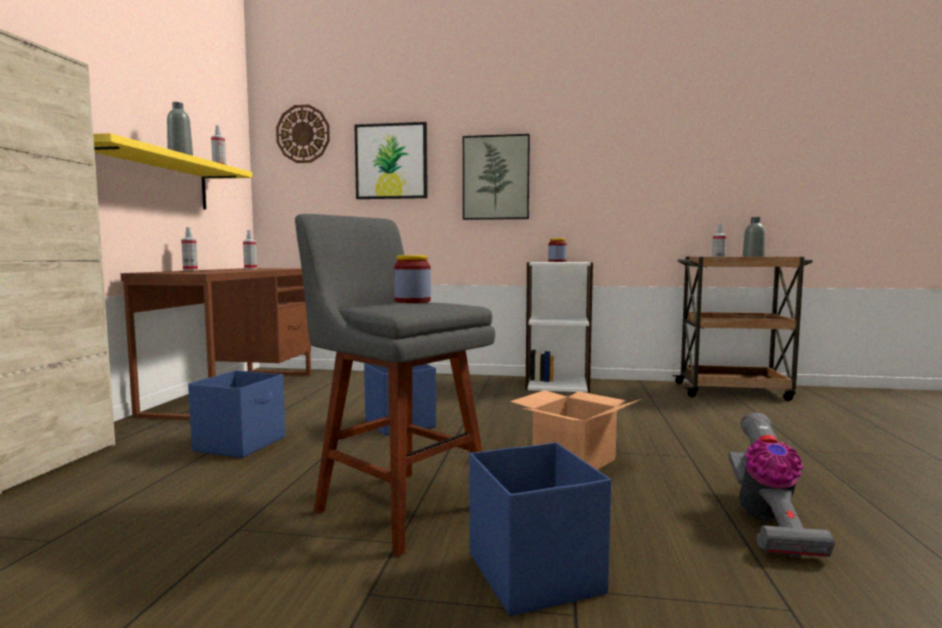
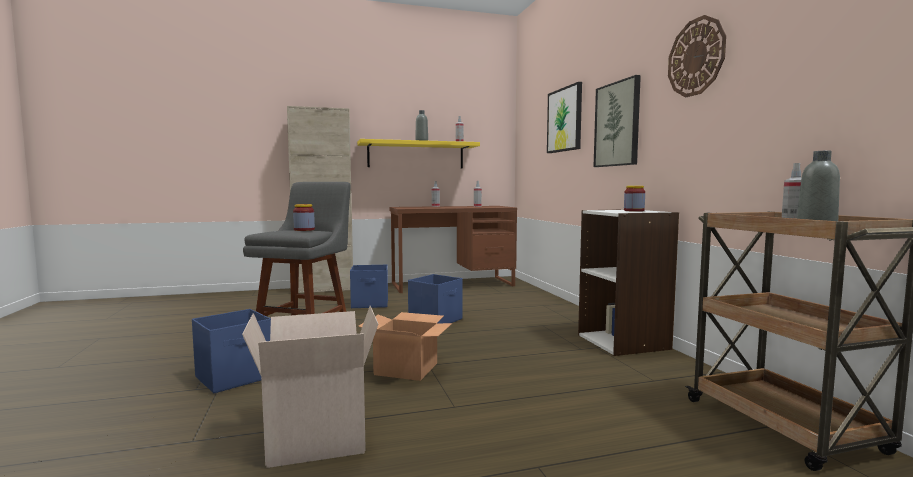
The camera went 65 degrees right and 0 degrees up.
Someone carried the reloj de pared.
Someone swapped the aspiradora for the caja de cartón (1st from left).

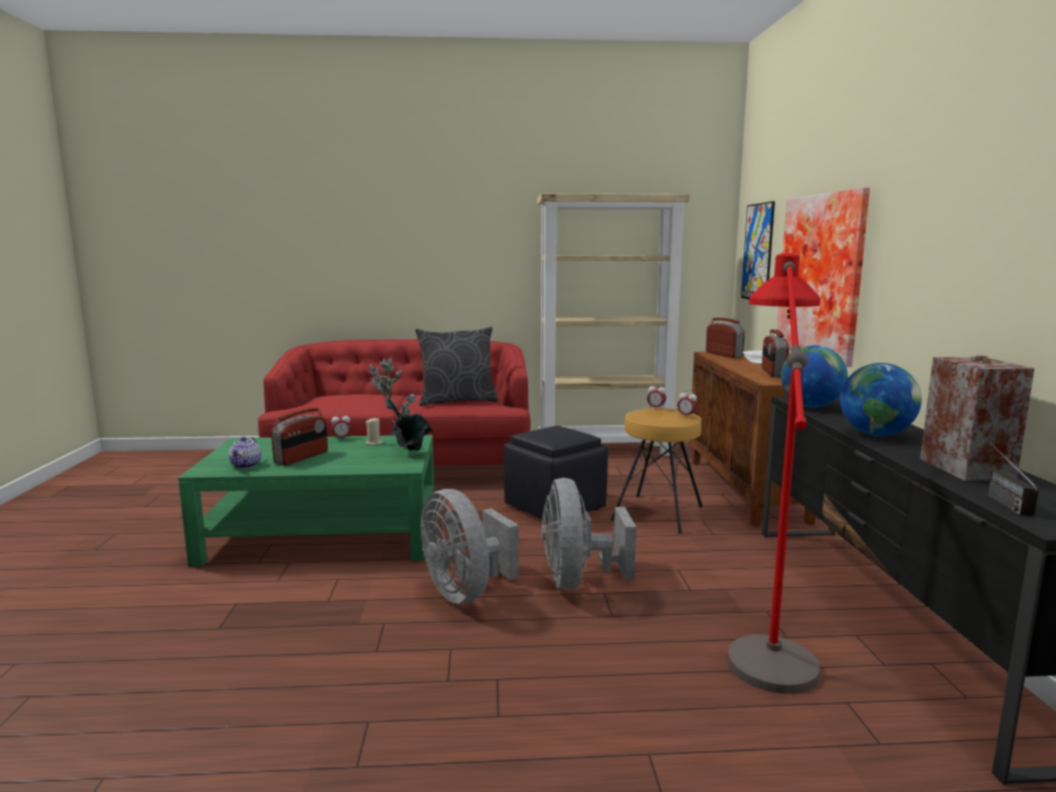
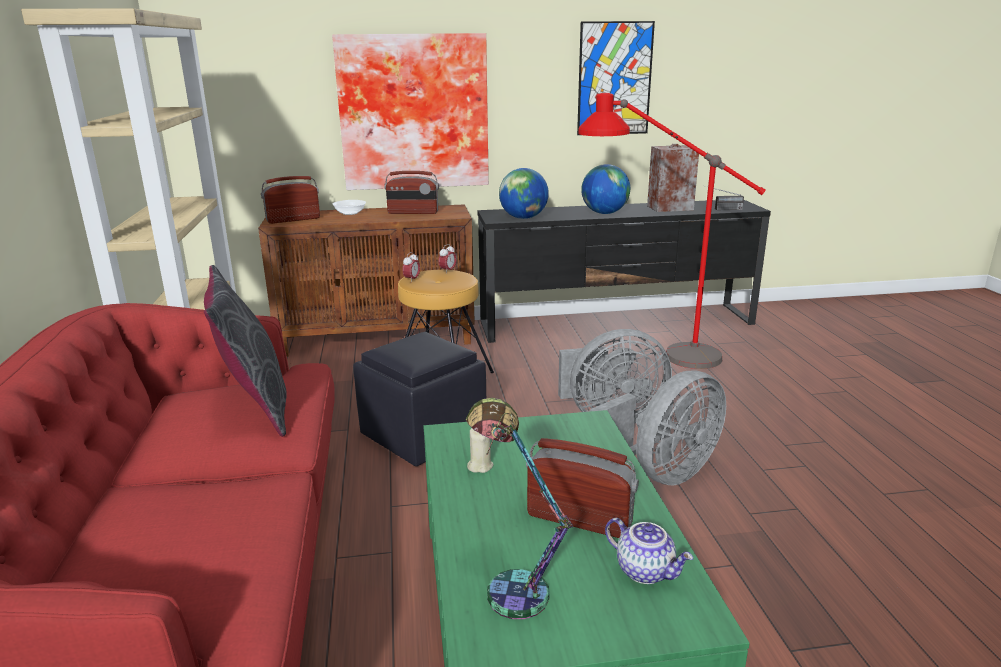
The camera went 95 degrees left and 10 degrees up.
Someone rotated the tetera by 45 degrees clockwise.
Someone took away the despertador (1st from left).
Someone took away the planta en maceta.
Someone carried the cuadro (1st from left in the first image).
Someone put down the lámpara de mesa.

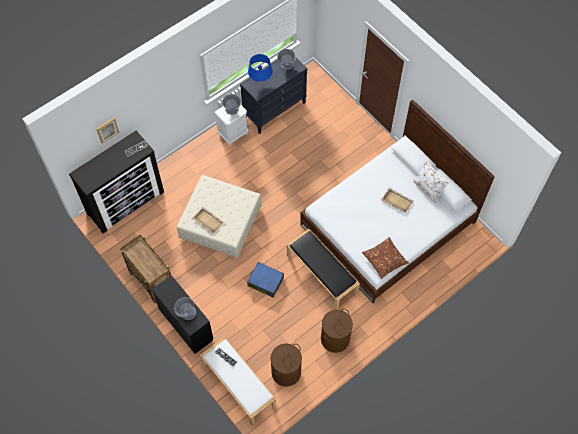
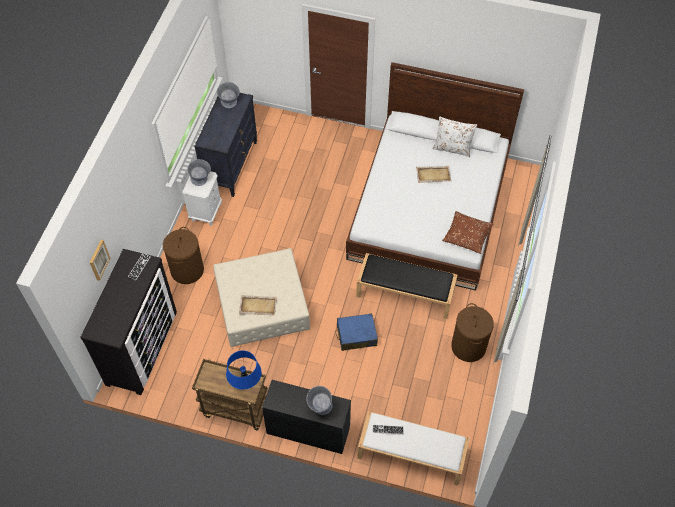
The camera went 35 degrees left and 5 degrees down.
Someone carried the lámpara de mesa [azul].
Someone carried the cesto de la ropa [marrón] (1st from left).

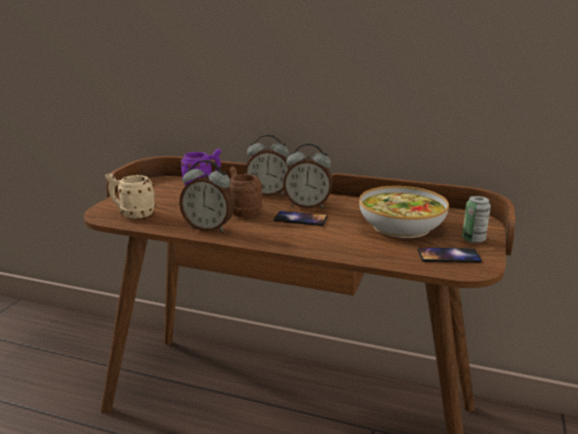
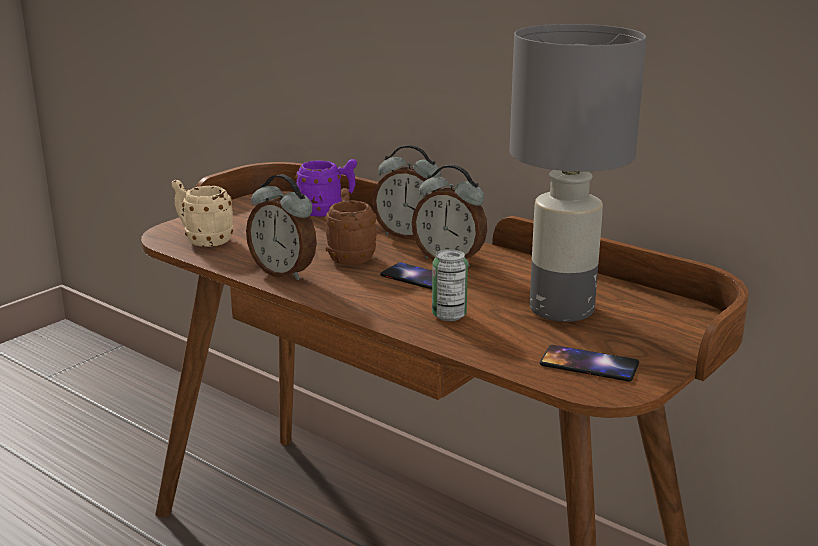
The camera went 20 degrees right and 0 degrees up.
Someone swapped the cuenco for the lámpara de mesa [gris].
Someone carried the lata.

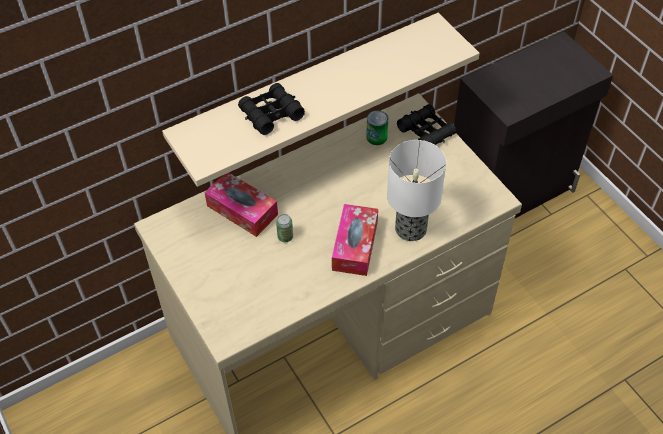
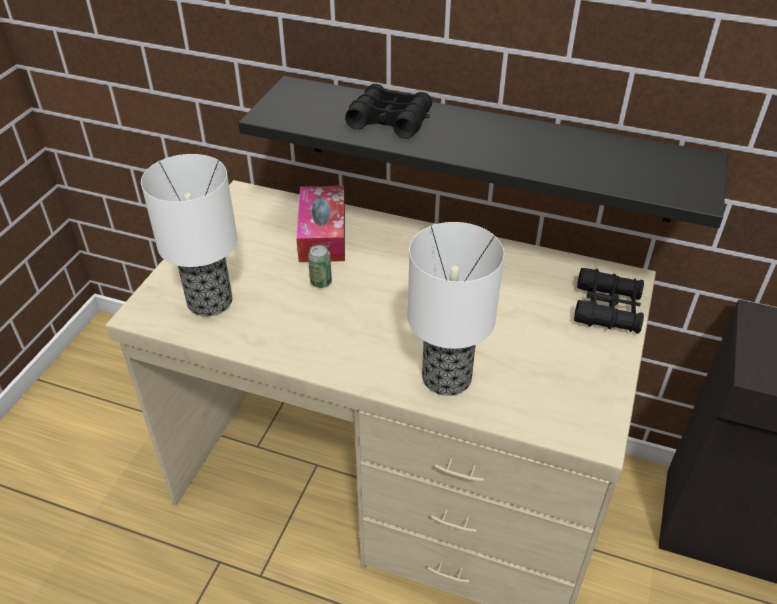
The camera went 50 degrees right and 10 degrees down.
Someone repainted the estante [beis], which became the estante [negro].
Someone took away the caja de pañuelos (2nd from left).
Someone took away the lata (2nd from left).
Someone put down the lámpara de mesa (1st from left).

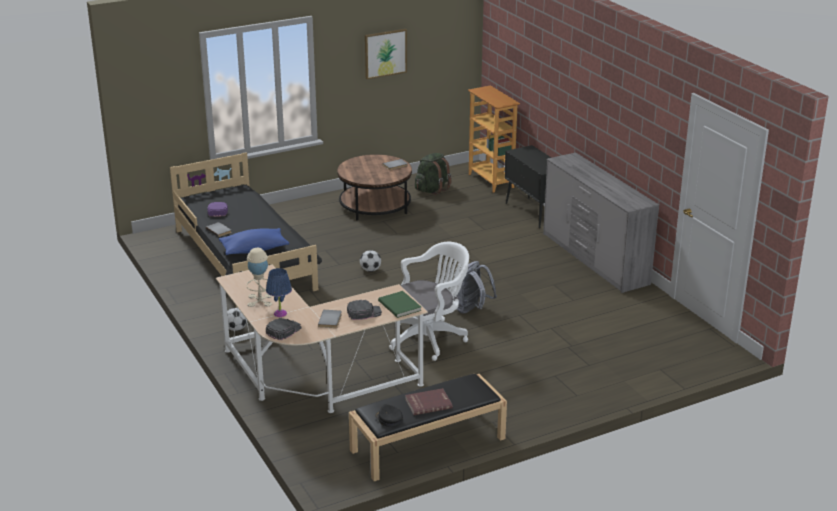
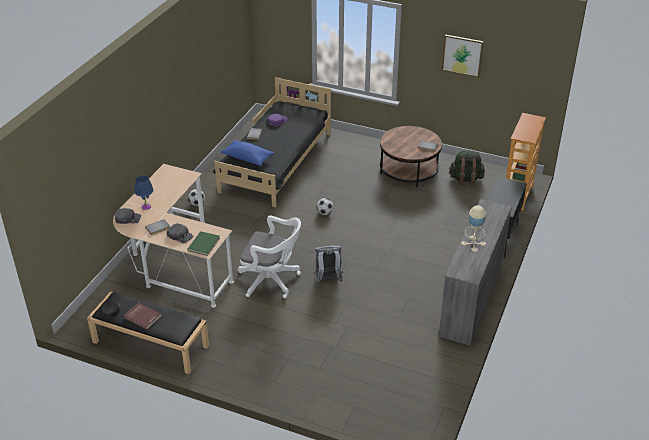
The camera went 50 degrees right and 10 degrees up.
Someone carried the lámpara de mesa [beis].

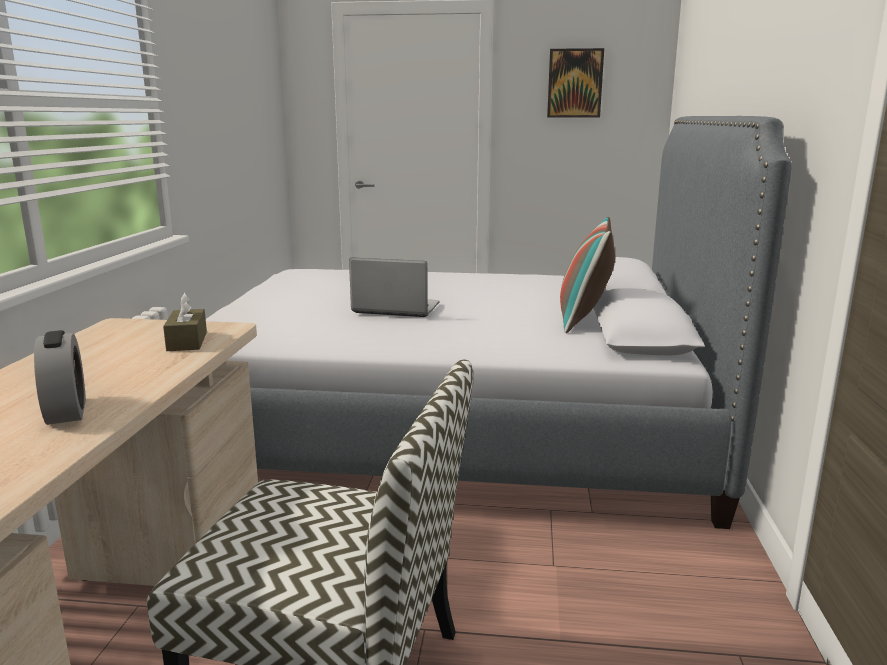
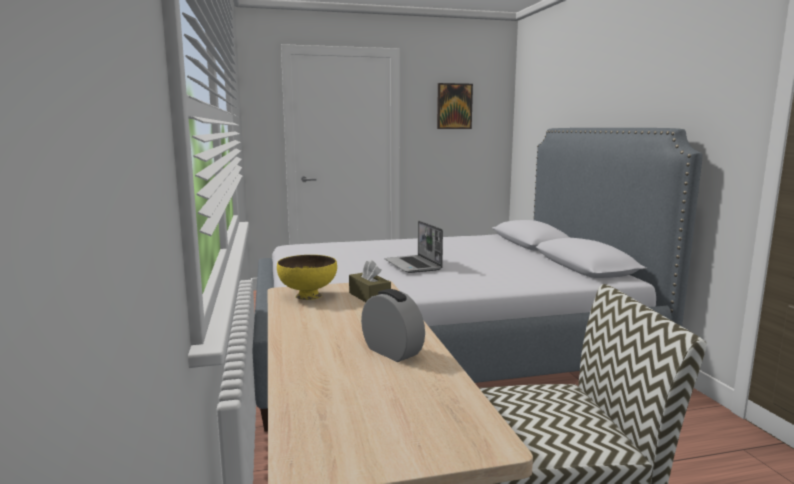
The camera went 20 degrees left and 5 degrees down.
Someone rotated the portátil by 105 degrees counterclockwise.
Someone took away the cojín.
Someone put down the cuenco [amarillo].

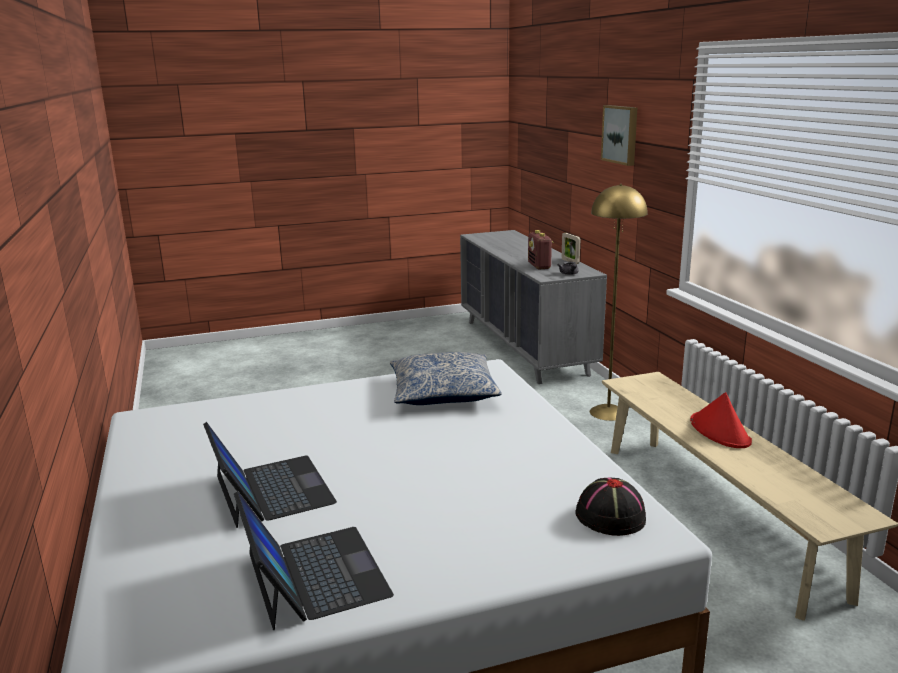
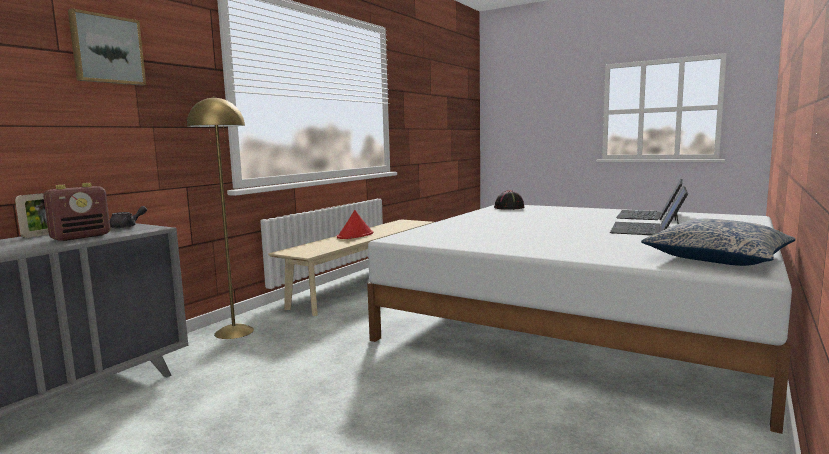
The camera went 130 degrees left and 10 degrees down.
Someone carried the cojín.

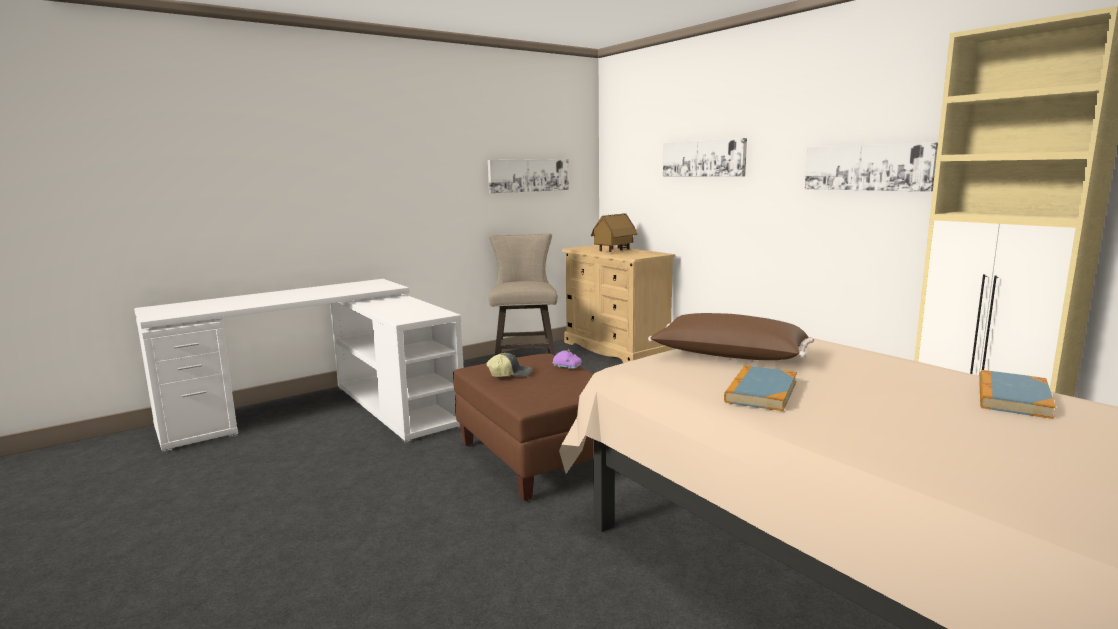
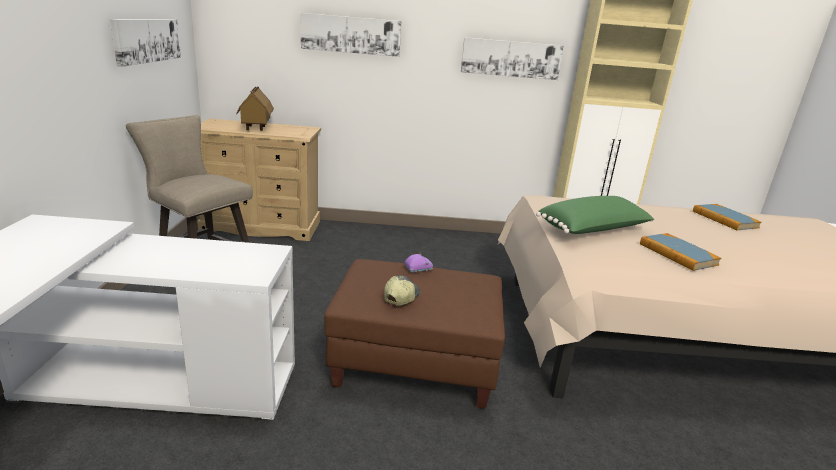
The camera went 55 degrees left and 10 degrees up.
Someone repainted the cojín [marrón], which became the cojín [verde].

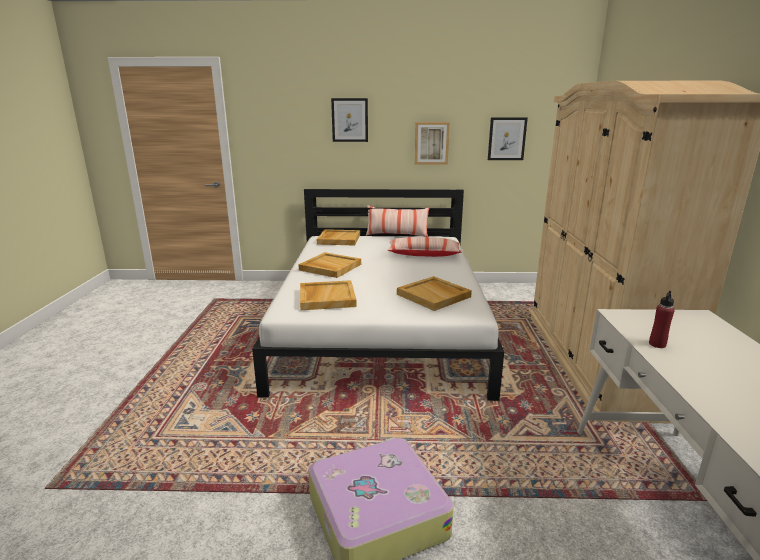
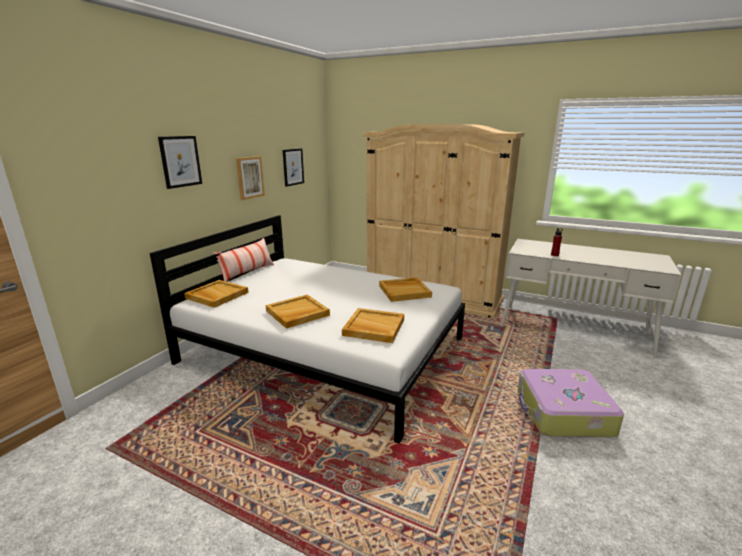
The camera went 65 degrees left and 0 degrees up.
Someone took away the cojín (2nd from left).

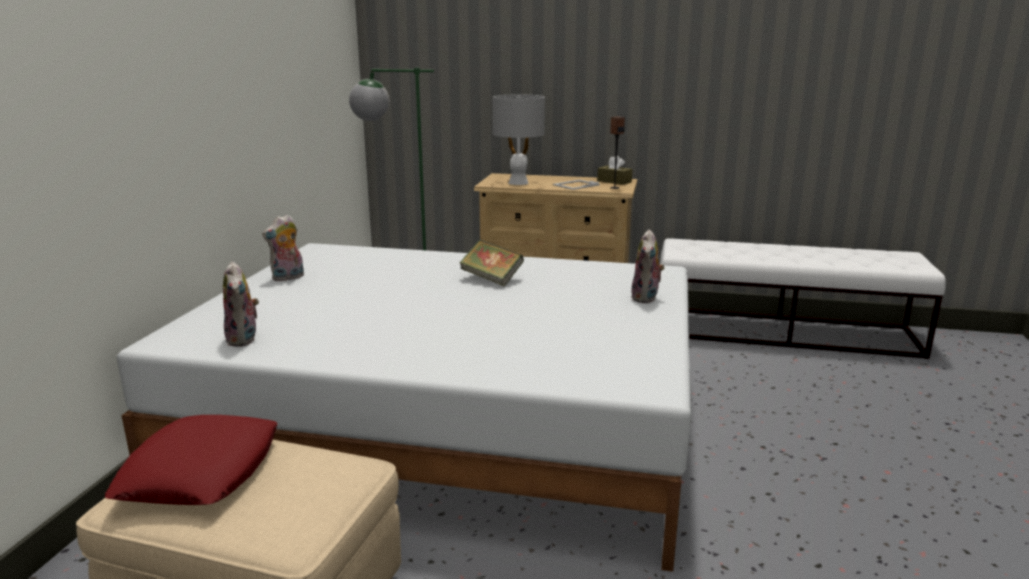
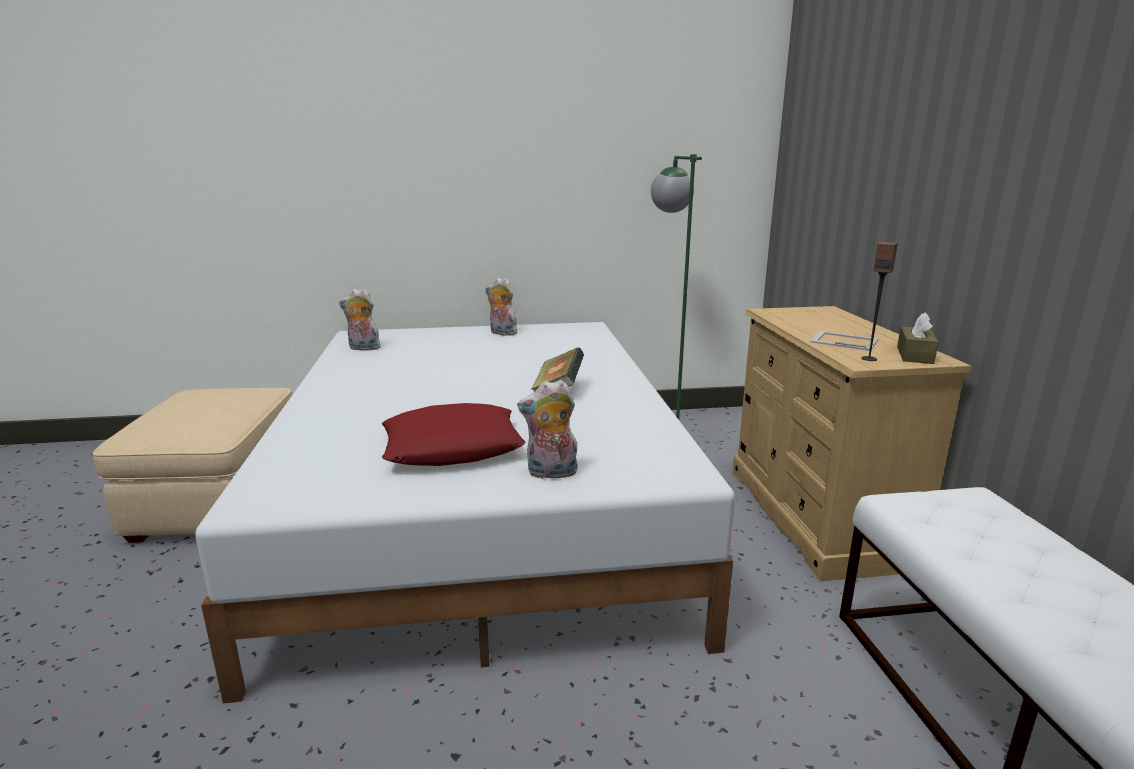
The camera went 70 degrees right and 0 degrees up.
Someone carried the cojín [rojo].
Someone rotated the peluche (1st from left) by 45 degrees clockwise.
Someone took away the lámpara de mesa [gris].

